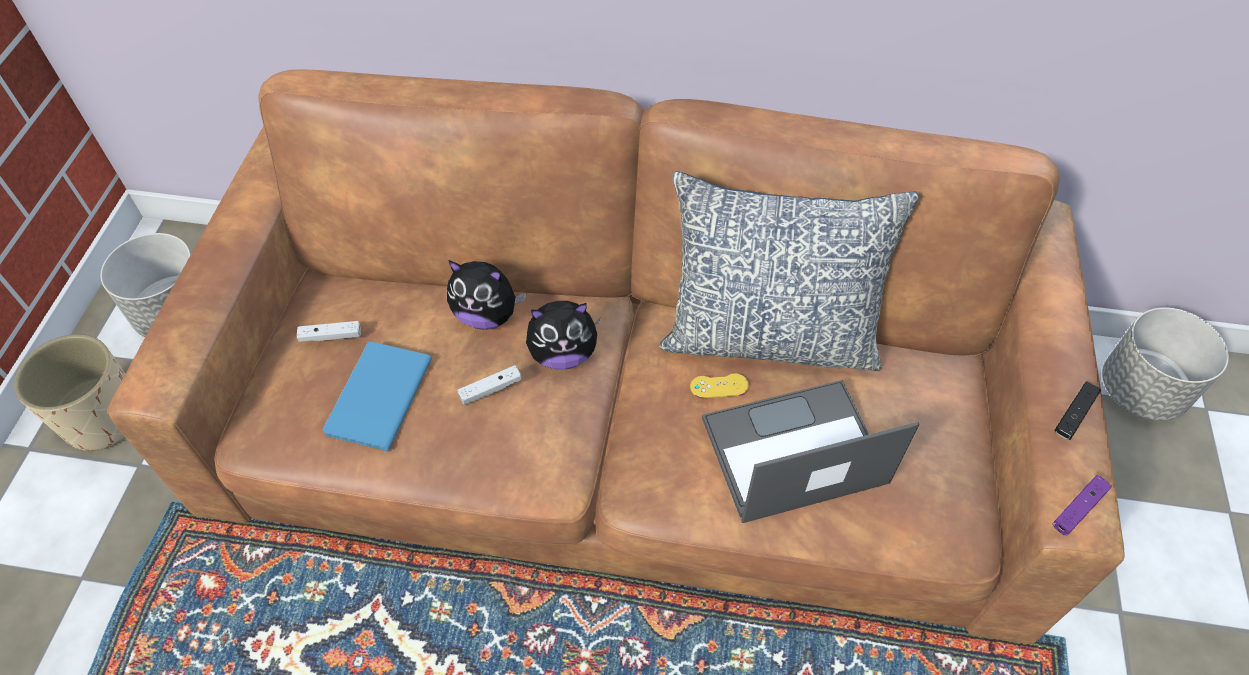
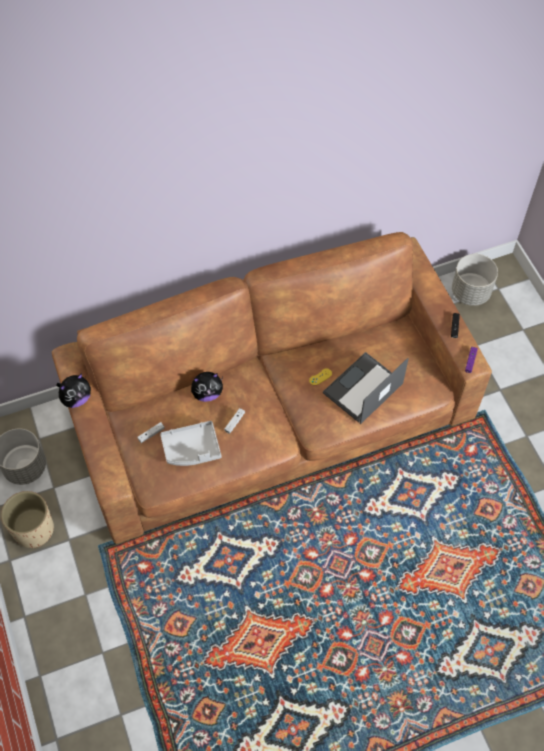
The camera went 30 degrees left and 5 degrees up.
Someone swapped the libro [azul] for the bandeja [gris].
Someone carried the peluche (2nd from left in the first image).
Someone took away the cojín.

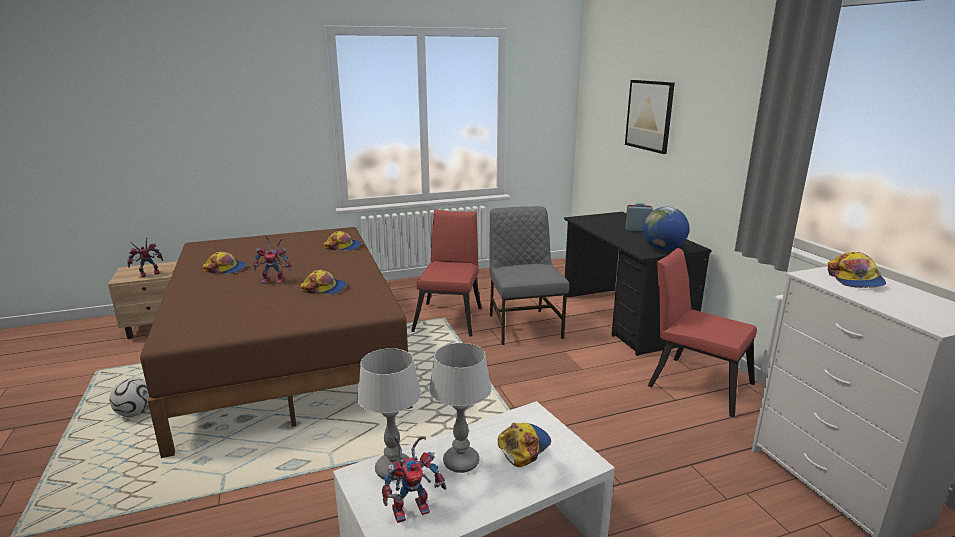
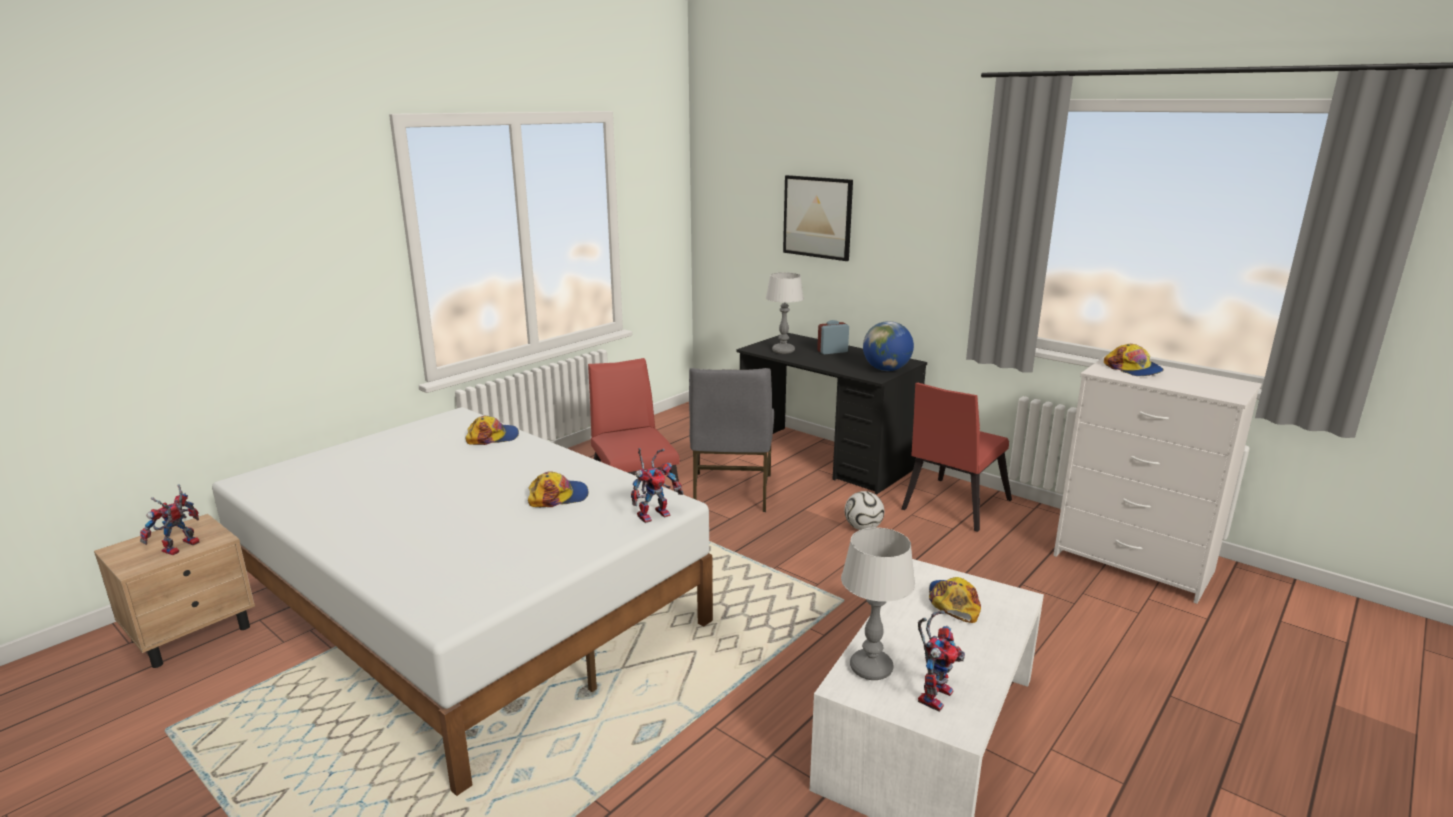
The camera went 30 degrees left and 0 degrees up.
Someone carried the balón de fútbol.
Someone repainted the cama [marrón], which became the cama [blanco].
Someone took away the gorra (1st from left).
Someone carried the robot de juguete (2nd from left).
Someone carried the lámpara de mesa (2nd from left in the first image).
Someone rotated the silla [gris] by 135 degrees counterclockwise.
Someone rotated the silla [rojo] (2nd from left) by 60 degrees counterclockwise.

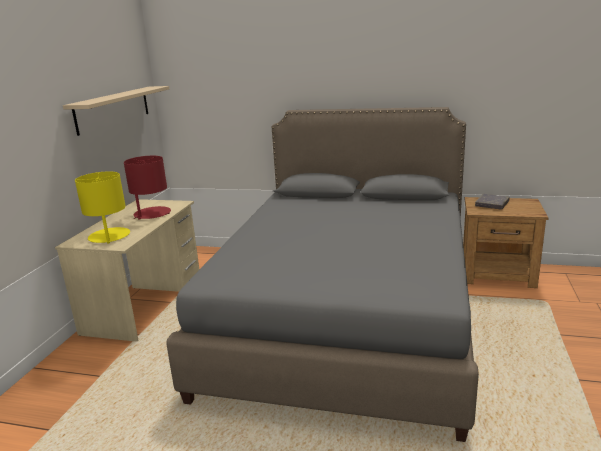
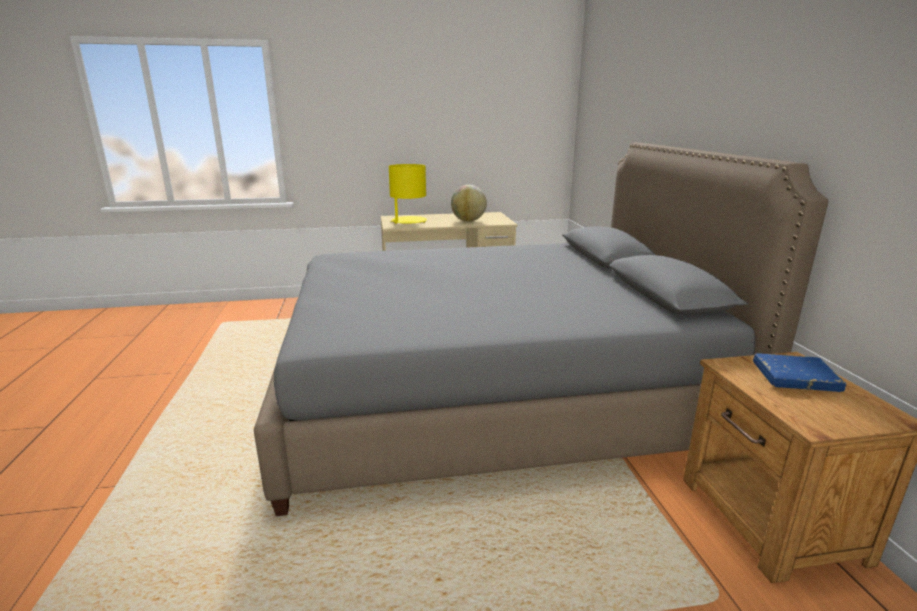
The camera went 65 degrees right and 0 degrees up.
Someone took away the estante [beis].
Someone swapped the lámpara de mesa [rojo] for the globo terráqueo.
Someone repainted the libro [gris], which became the libro [azul].

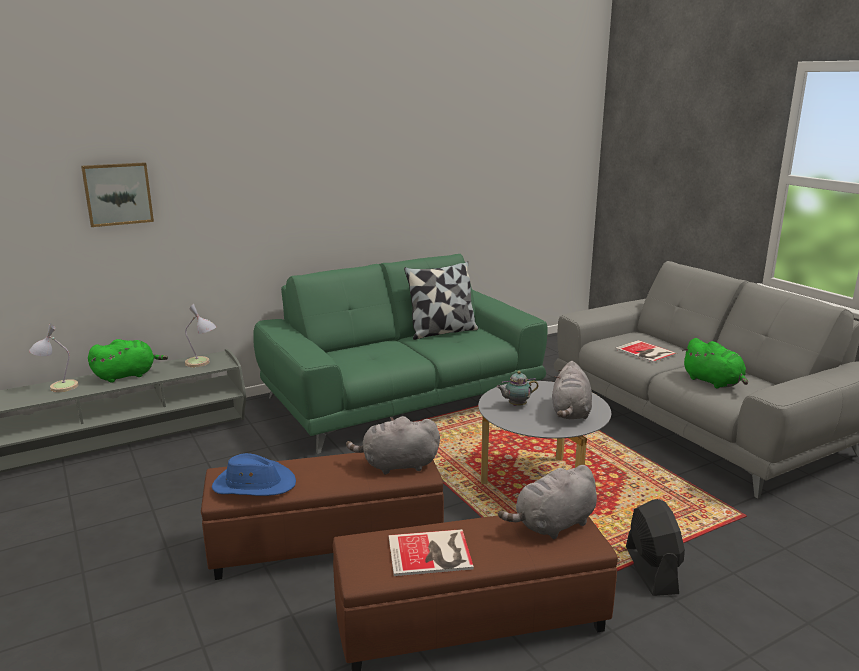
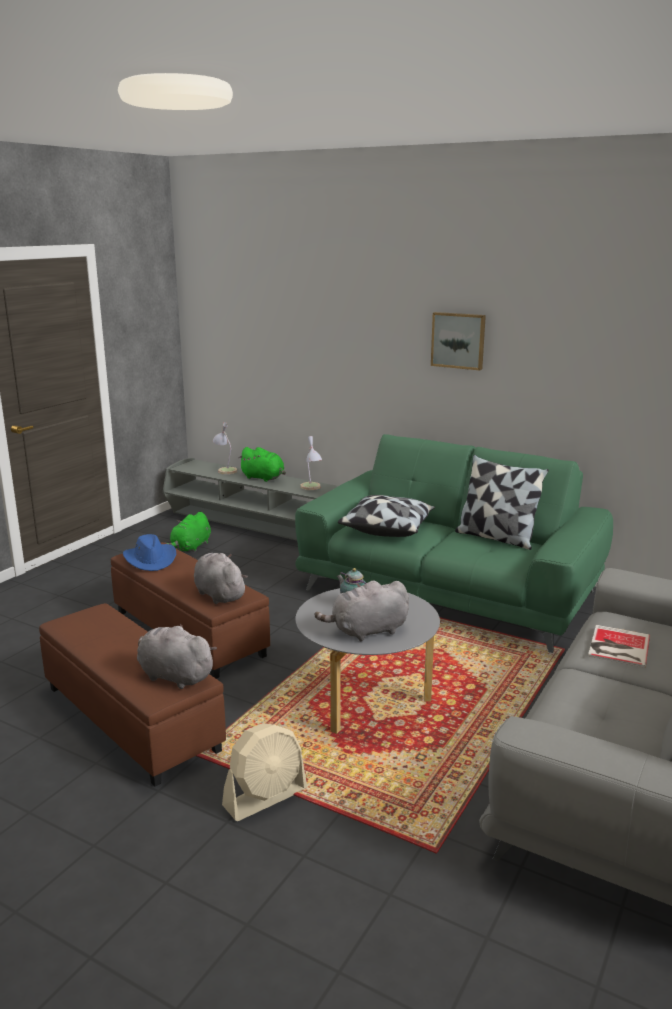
The camera went 60 degrees right and 0 degrees up.
Someone carried the cuadro.
Someone took away the libro (1st from left).
Someone repainted the ventilador [negro], which became the ventilador [beis].
Someone carried the peluche [verde] (2nd from left in the first image).
Someone put down the cojín (1st from left).

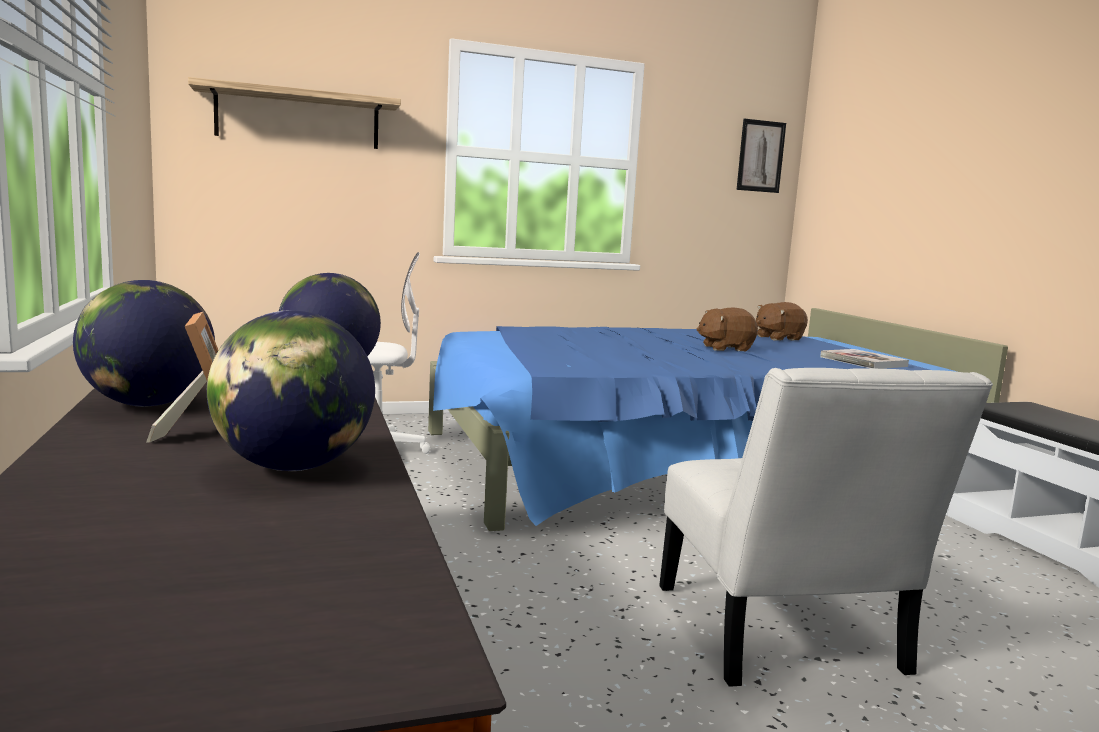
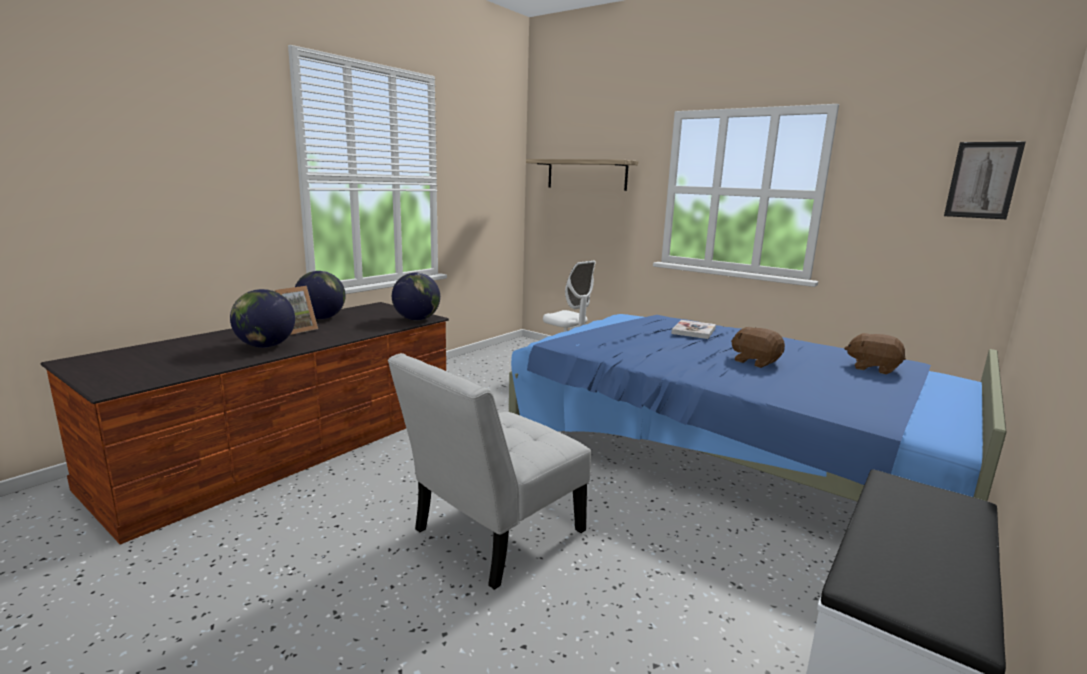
The camera went 55 degrees right and 5 degrees up.
Someone carried the libro.

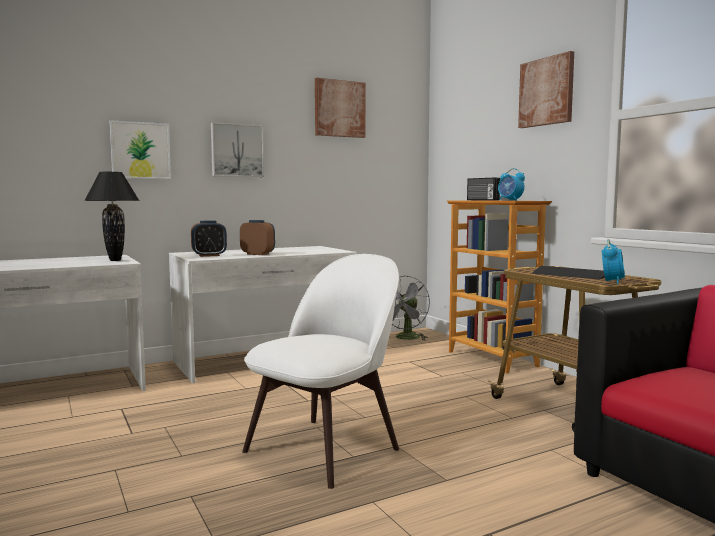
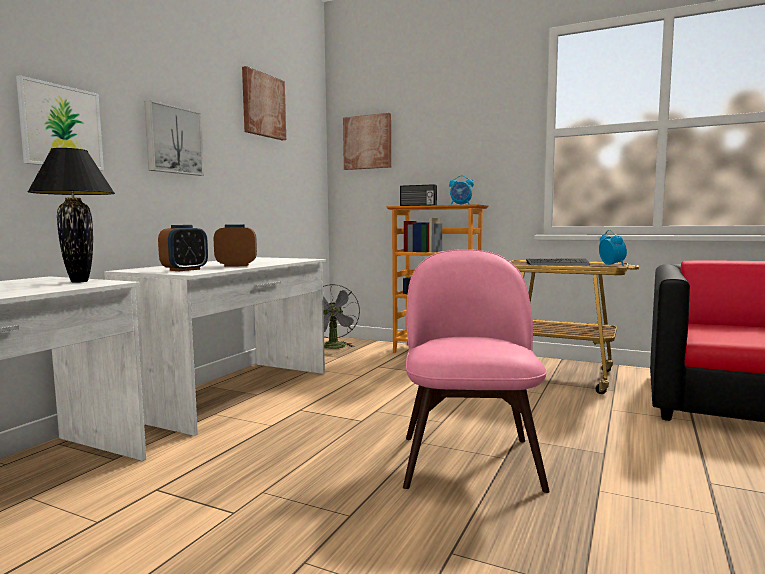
The camera went 35 degrees left and 0 degrees up.
Someone repainted the silla [blanco], which became the silla [rosa].
Someone carried the cuadro (4th from left).

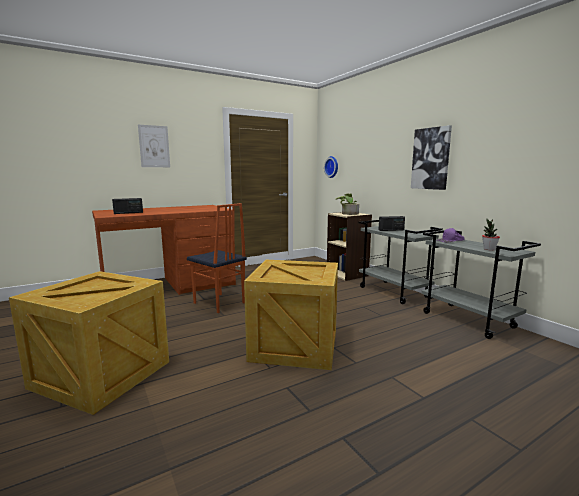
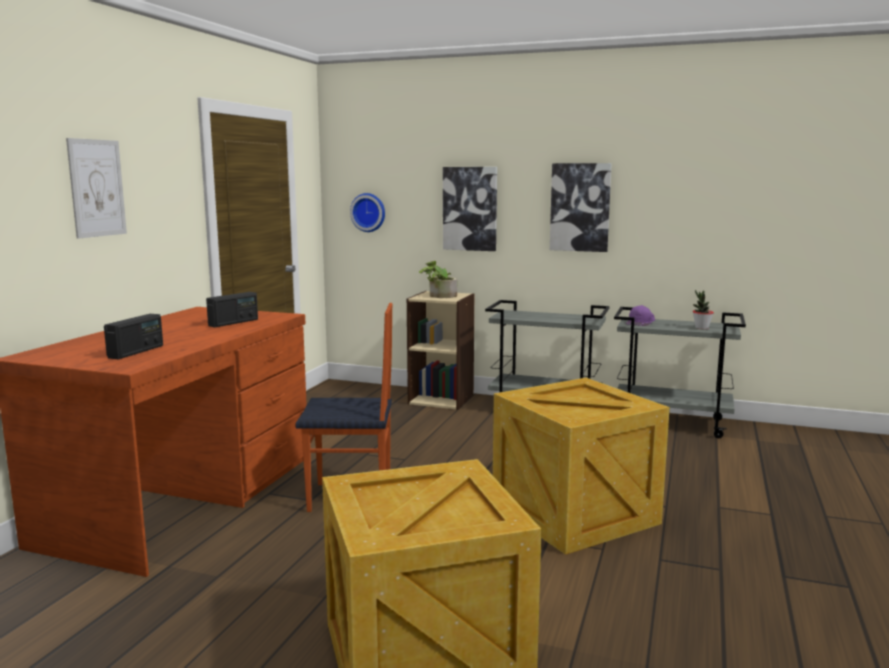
The camera went 40 degrees left and 0 degrees up.
Someone carried the radio (2nd from left).
Someone put up the cuadro (2nd from left).

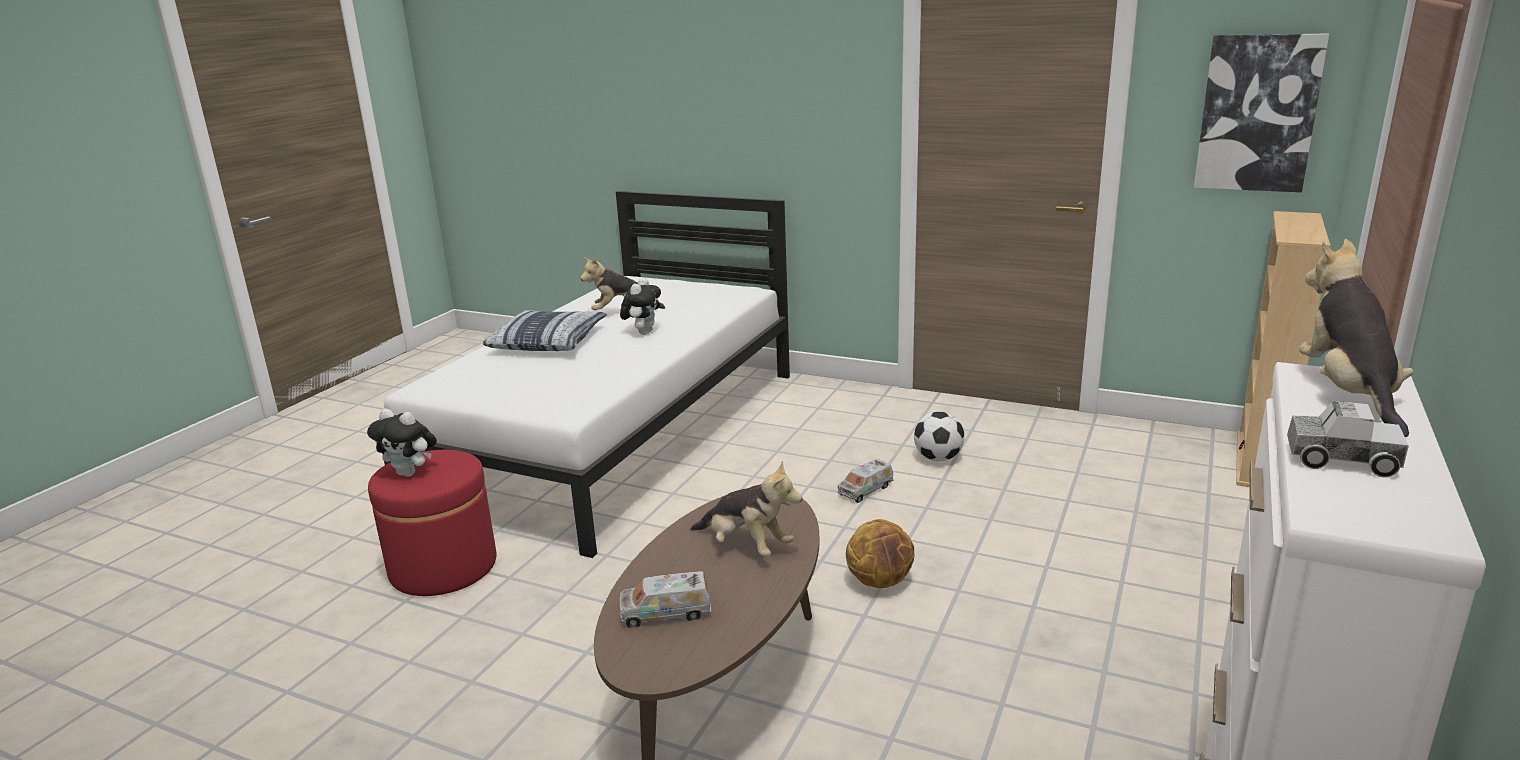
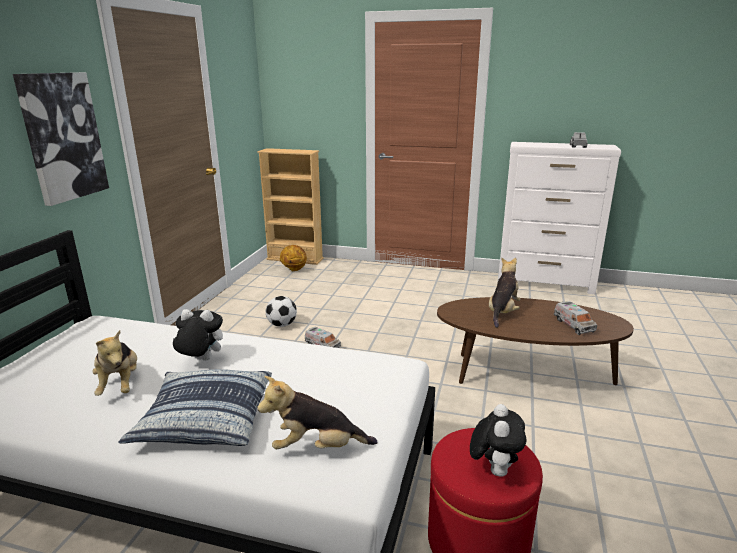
The camera went 100 degrees left and 0 degrees up.
Someone carried the balón de baloncesto.
Someone carried the cuadro.
Someone carried the peluche (5th from left in the first image).

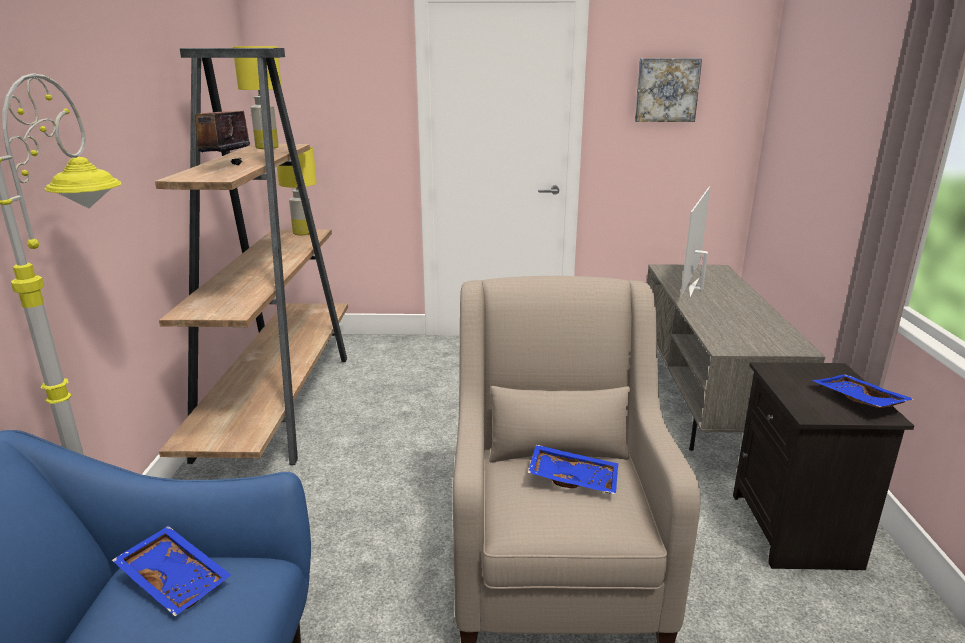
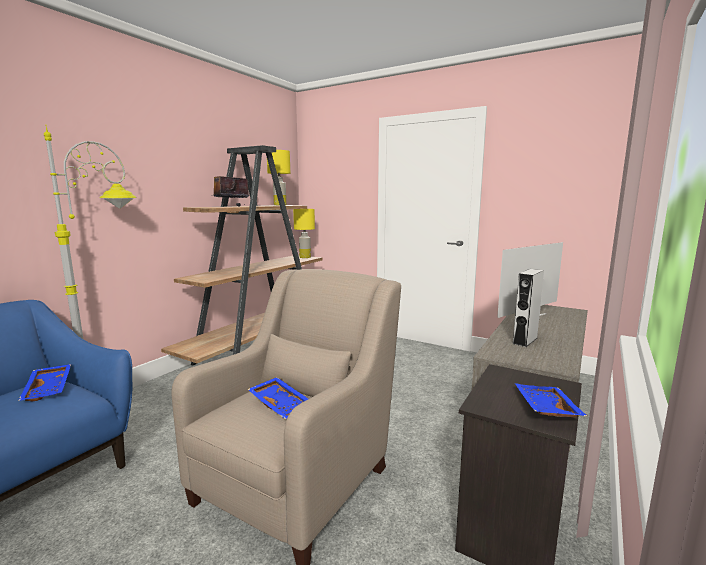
The camera went 30 degrees right and 10 degrees down.
Someone took away the cuadro.
Someone put down the altavoz [gris].

